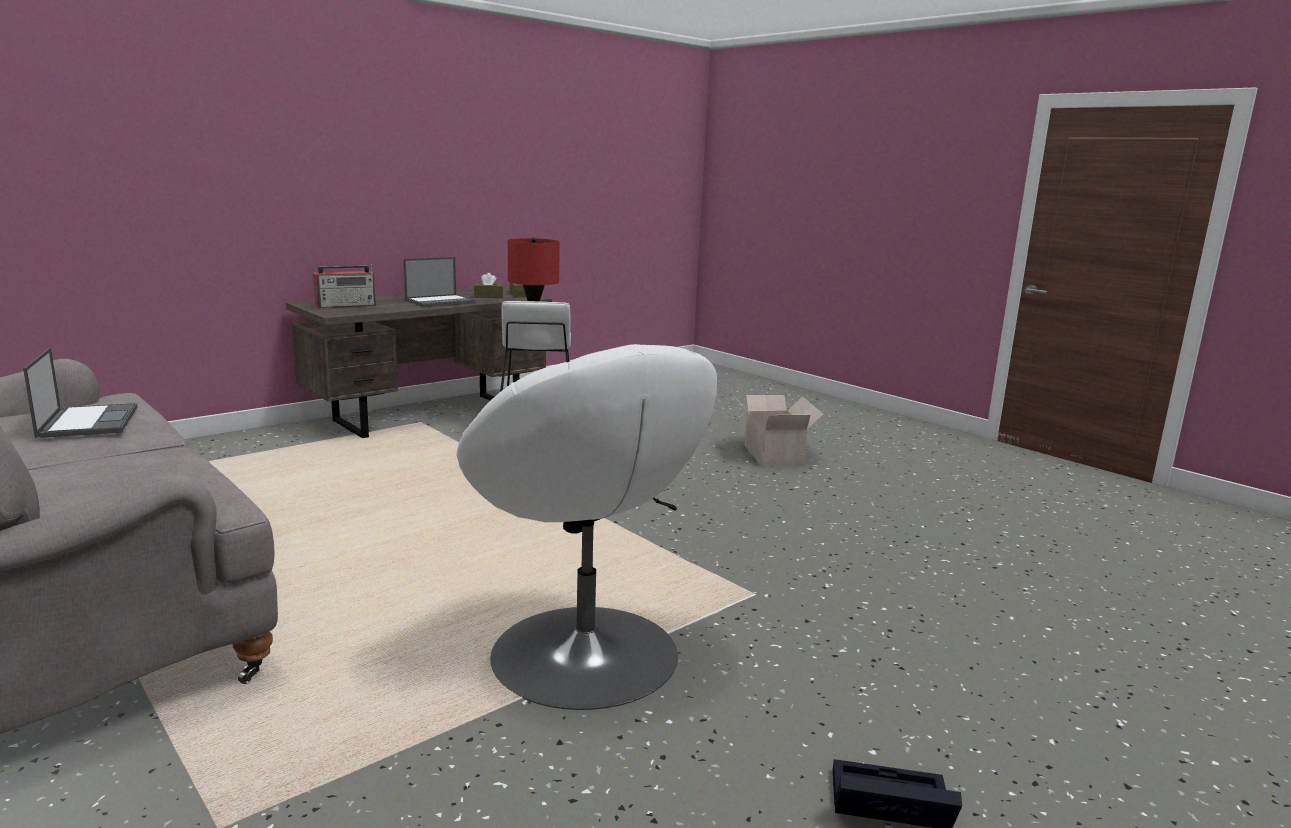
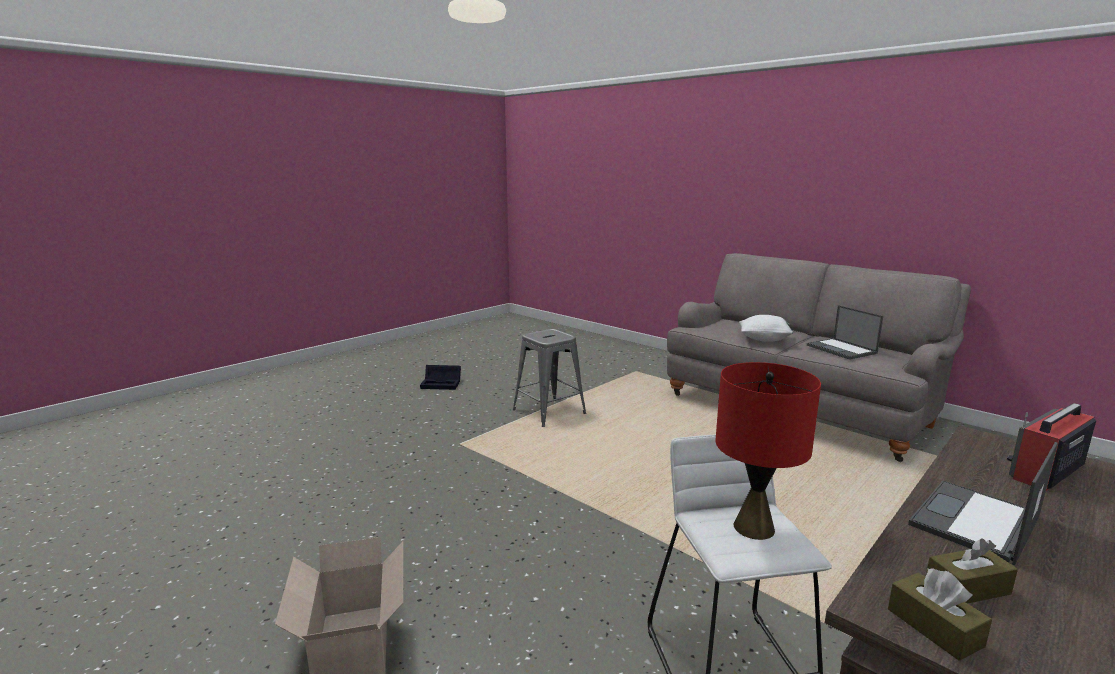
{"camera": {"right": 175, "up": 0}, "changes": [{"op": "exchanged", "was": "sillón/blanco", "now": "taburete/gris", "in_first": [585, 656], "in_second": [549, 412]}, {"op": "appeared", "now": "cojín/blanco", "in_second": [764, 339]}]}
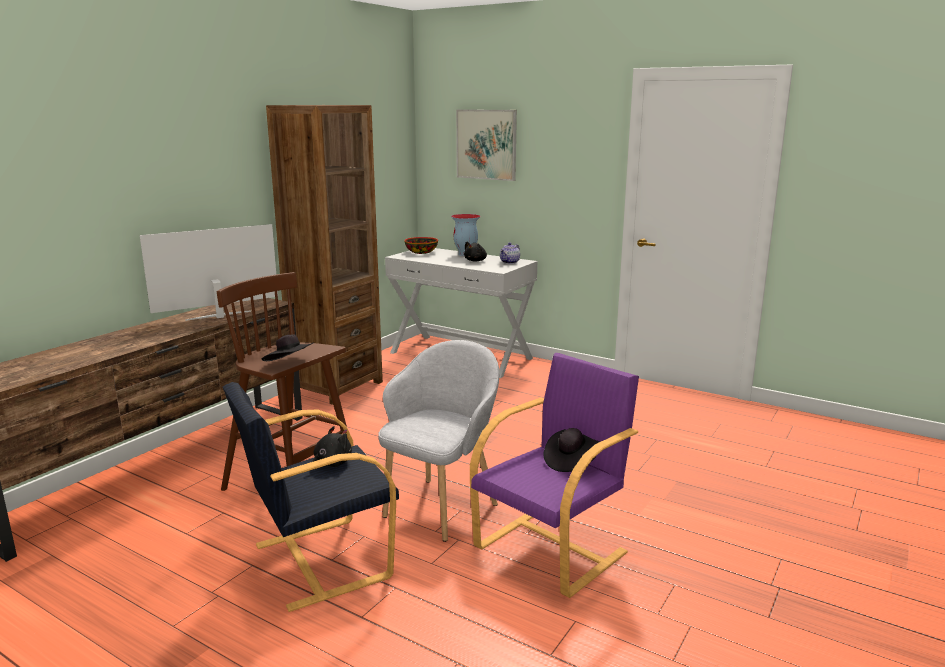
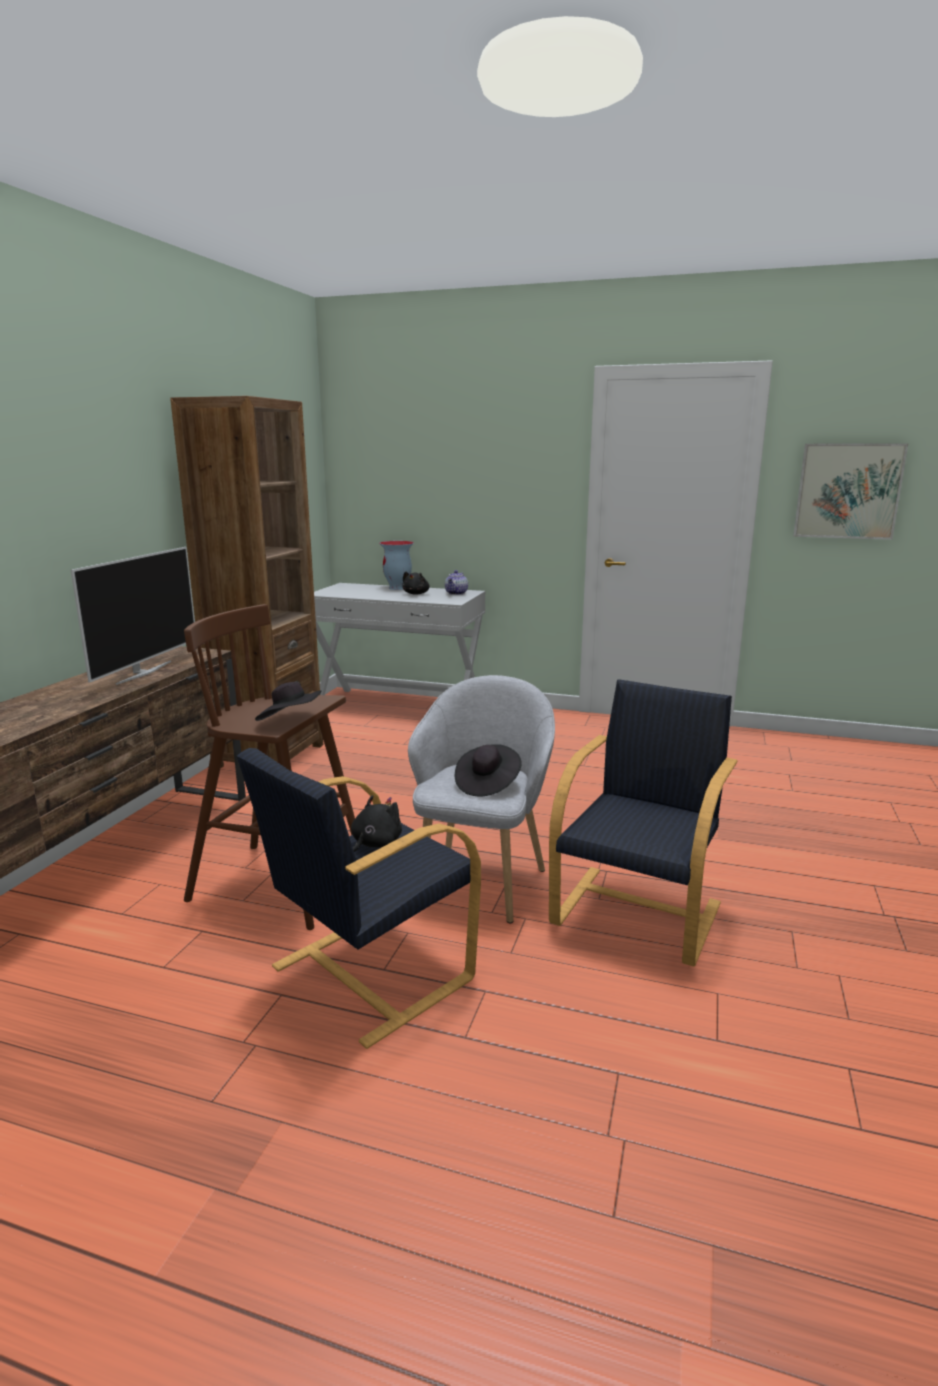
{"camera": {"right": -15, "up": 0}, "changes": [{"op": "spun", "was": "televisor", "in_first": [219, 316], "in_second": [143, 672], "clockwise": 150}, {"op": "missing", "was": "cuenco", "in_first": [421, 252]}, {"op": "relocated", "was": "cuadro", "in_first": [486, 144], "in_second": [848, 491]}, {"op": "colour", "was": "sillón/morado", "now": "sillón/negro", "in_first": [552, 549], "in_second": [638, 912]}, {"op": "relocated", "was": "sombrero/negro", "in_first": [571, 461], "in_second": [487, 784]}]}
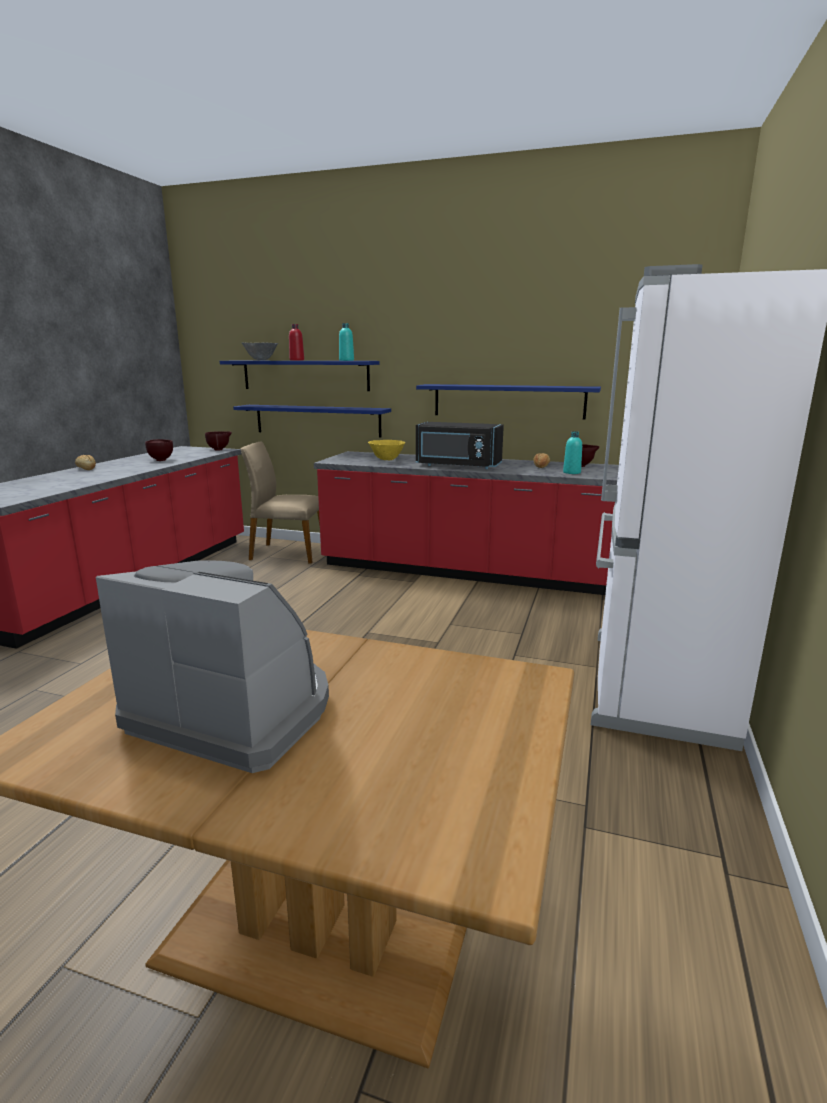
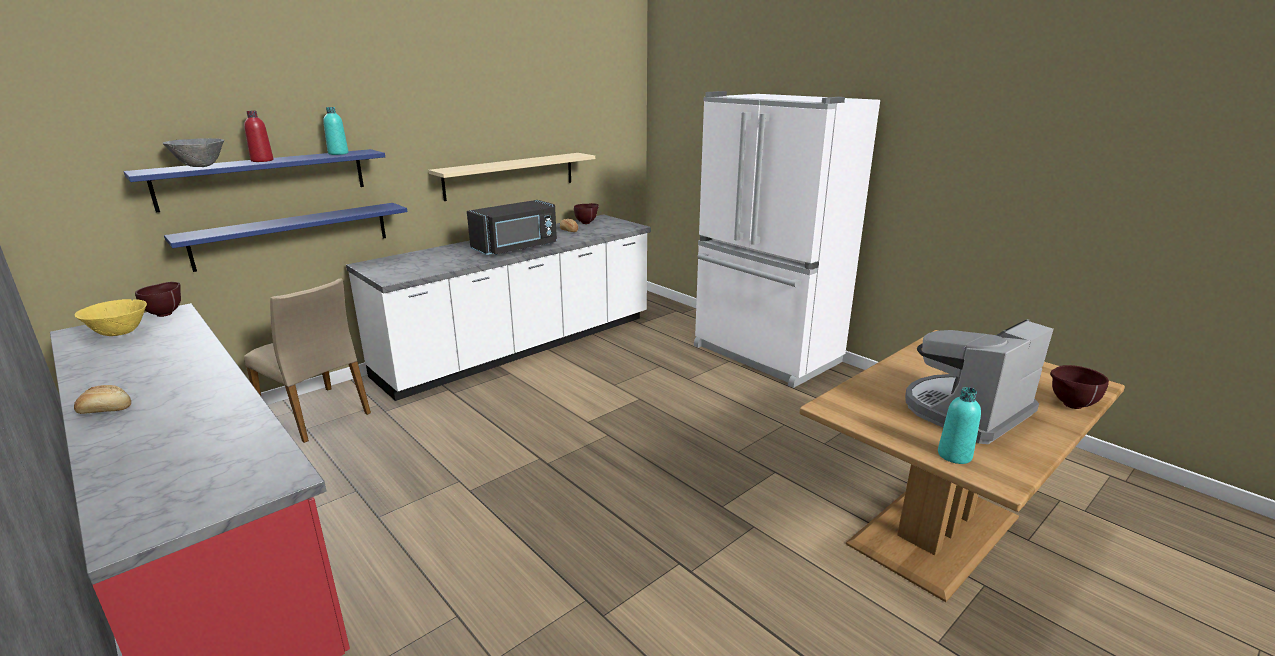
{"camera": {"right": -60, "up": 5}, "changes": [{"op": "relocated", "was": "cuenco/marrón", "in_first": [161, 460], "in_second": [1069, 405]}, {"op": "spun", "was": "silla/beis", "in_first": [287, 553], "in_second": [317, 414], "clockwise": -90}, {"op": "colour", "was": "mueble bajo de cocina/rojo", "now": "mueble bajo de cocina/blanco", "in_first": [465, 571], "in_second": [521, 346]}, {"op": "relocated", "was": "cuenco/amarillo", "in_first": [386, 460], "in_second": [119, 334]}, {"op": "colour", "was": "estante/azul", "now": "estante/beis", "in_first": [508, 401], "in_second": [510, 175]}, {"op": "relocated", "was": "botella/turquesa", "in_first": [571, 472], "in_second": [954, 455]}]}
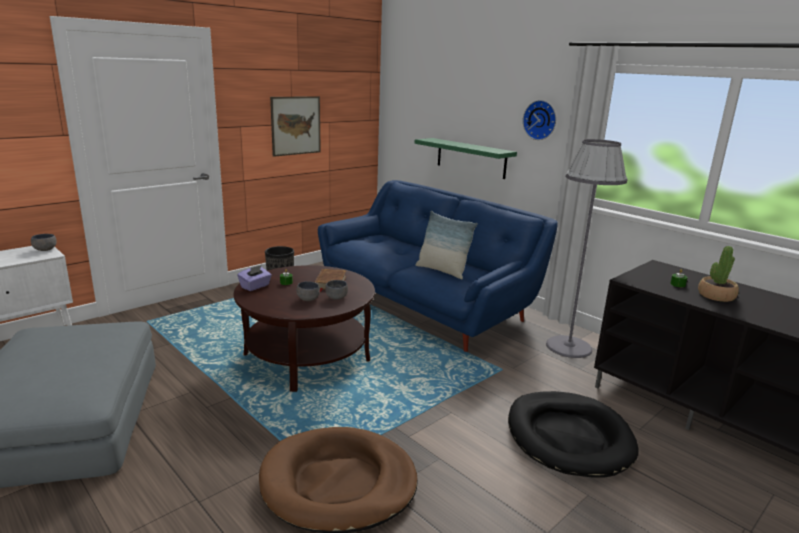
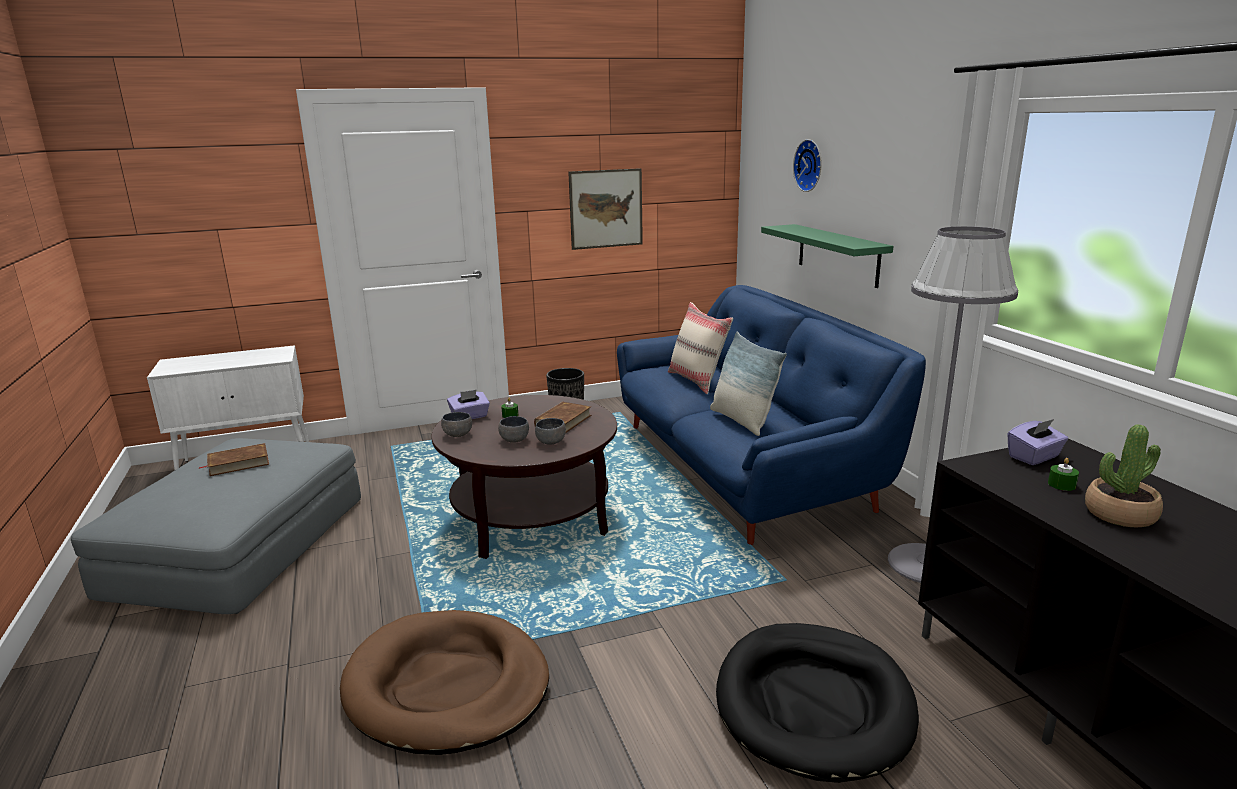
{"camera": {"right": 25, "up": 0}, "changes": [{"op": "relocated", "was": "cuenco/gris", "in_first": [46, 249], "in_second": [458, 434]}, {"op": "relocated", "was": "reloj de pared", "in_first": [541, 120], "in_second": [810, 165]}, {"op": "appeared", "now": "libro/marrón", "in_second": [238, 463]}, {"op": "appeared", "now": "cojín/beis", "in_second": [697, 381]}, {"op": "appeared", "now": "caja de pañuelos/morado", "in_second": [1034, 457]}]}
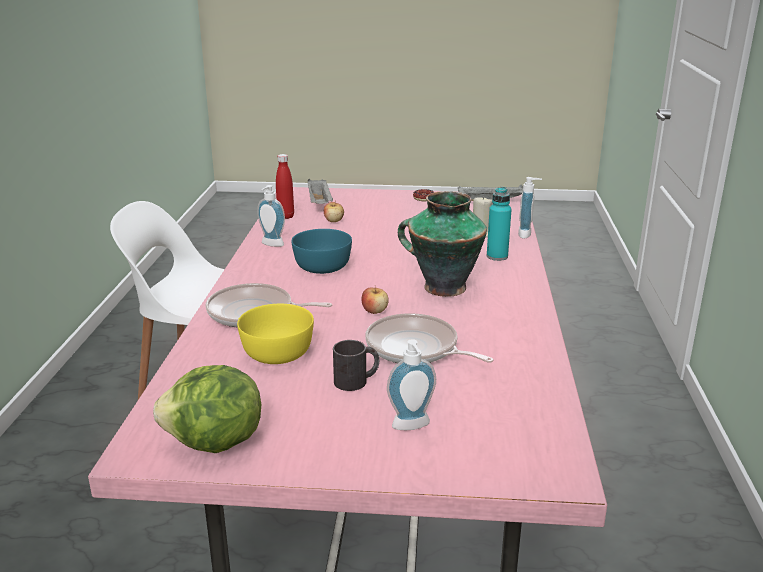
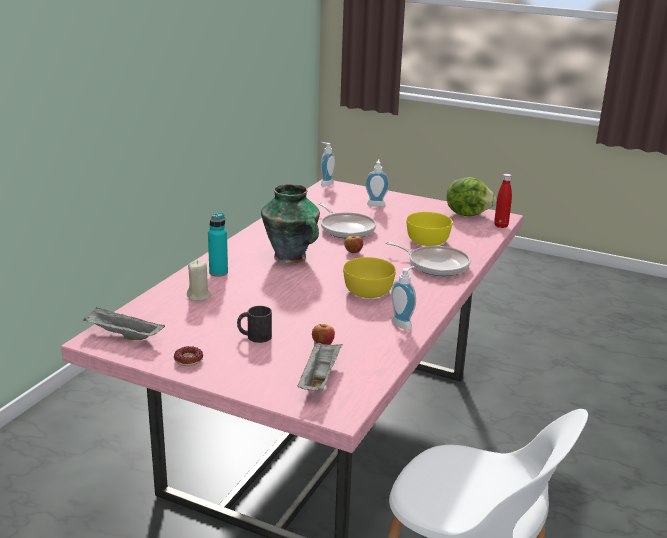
{"camera": {"right": -160, "up": 0}, "changes": [{"op": "relocated", "was": "botella/rojo", "in_first": [286, 216], "in_second": [501, 226]}, {"op": "colour", "was": "cuenco/turquesa", "now": "cuenco/amarillo", "in_first": [322, 266], "in_second": [367, 291]}, {"op": "relocated", "was": "taza grande/negro", "in_first": [357, 380], "in_second": [254, 336]}, {"op": "relocated", "was": "dispensador de jabón", "in_first": [527, 234], "in_second": [325, 183]}]}
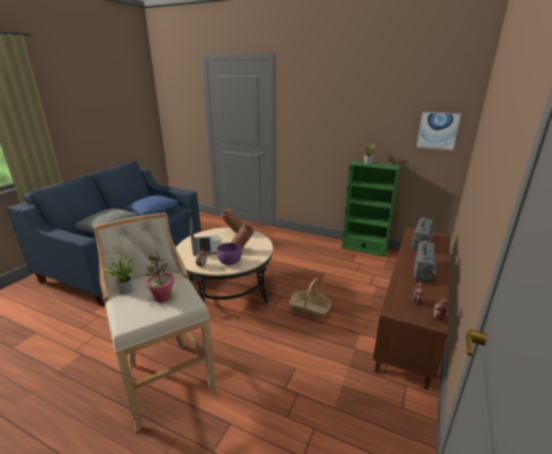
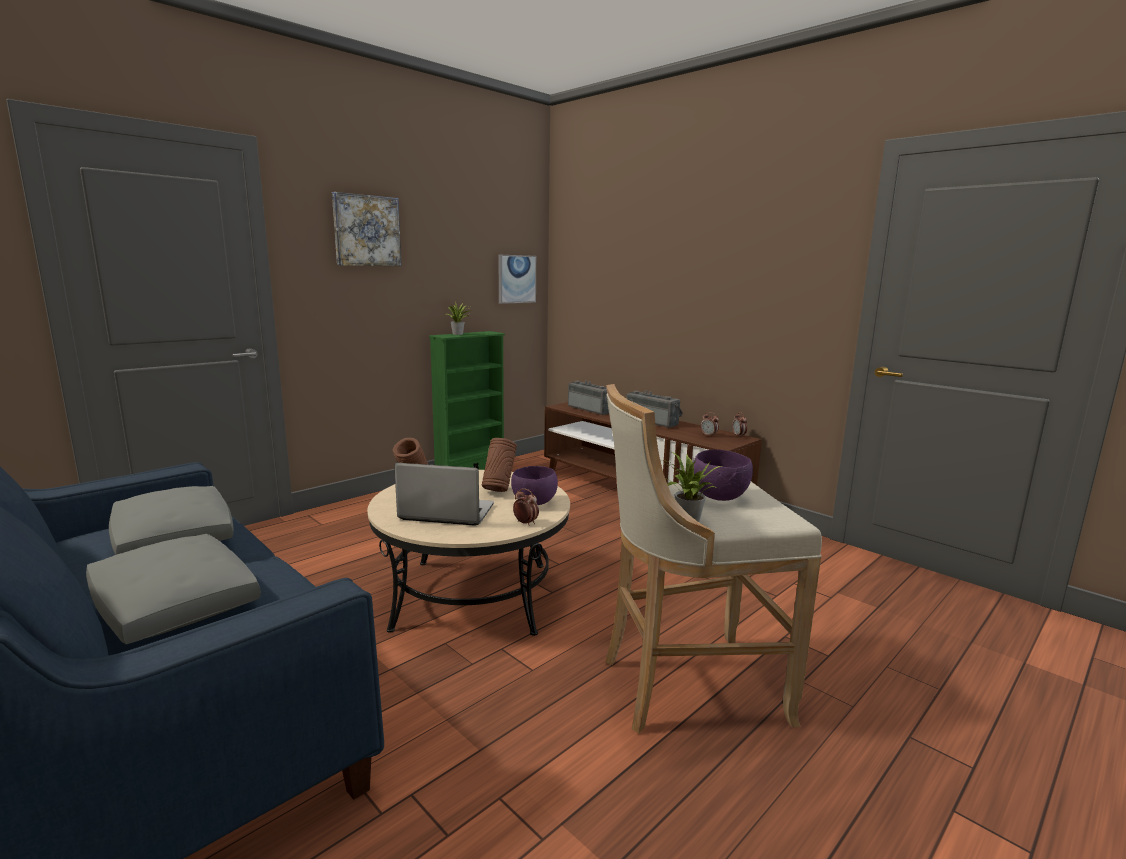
{"camera": {"right": -70, "up": -10}, "changes": [{"op": "colour", "was": "cojín/azul", "now": "cojín/gris", "in_first": [153, 212], "in_second": [174, 538]}, {"op": "exchanged", "was": "planta en maceta", "now": "cuenco/morado", "in_first": [162, 297], "in_second": [720, 497]}, {"op": "missing", "was": "cesta", "in_first": [309, 309]}, {"op": "appeared", "now": "cuadro", "in_second": [366, 231]}]}
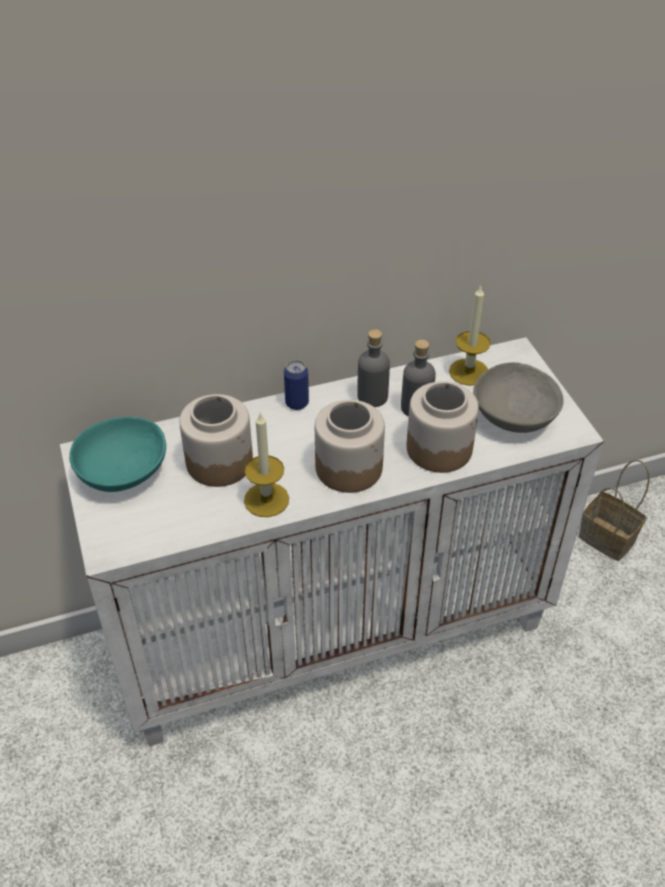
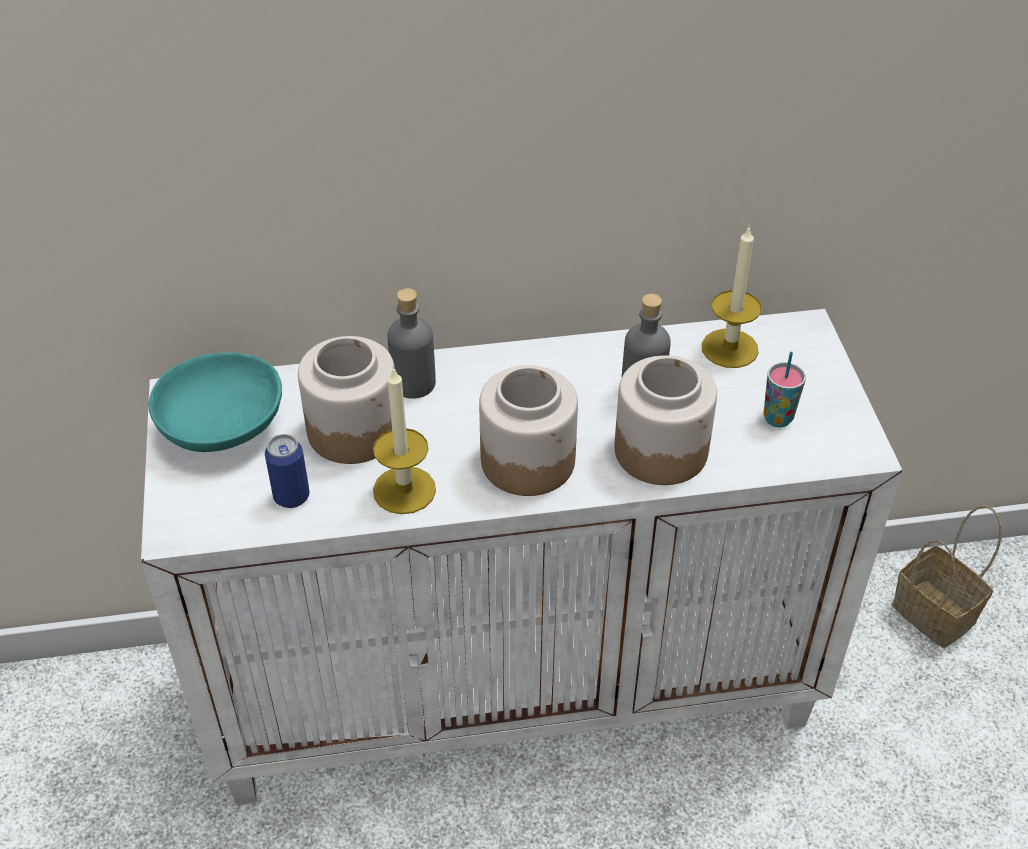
{"camera": {"right": 10, "up": 0}, "changes": [{"op": "relocated", "was": "lata", "in_first": [297, 403], "in_second": [291, 497]}, {"op": "relocated", "was": "botella/gris", "in_first": [372, 397], "in_second": [413, 383]}, {"op": "exchanged", "was": "cuenco/gris", "now": "taza", "in_first": [513, 416], "in_second": [777, 418]}]}
